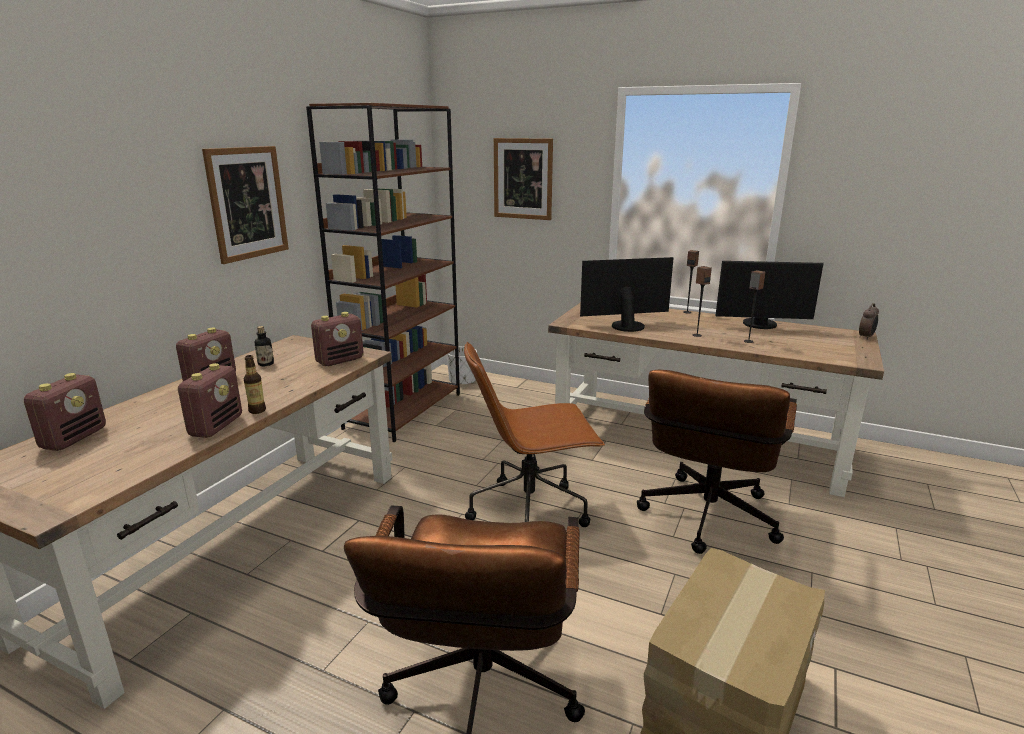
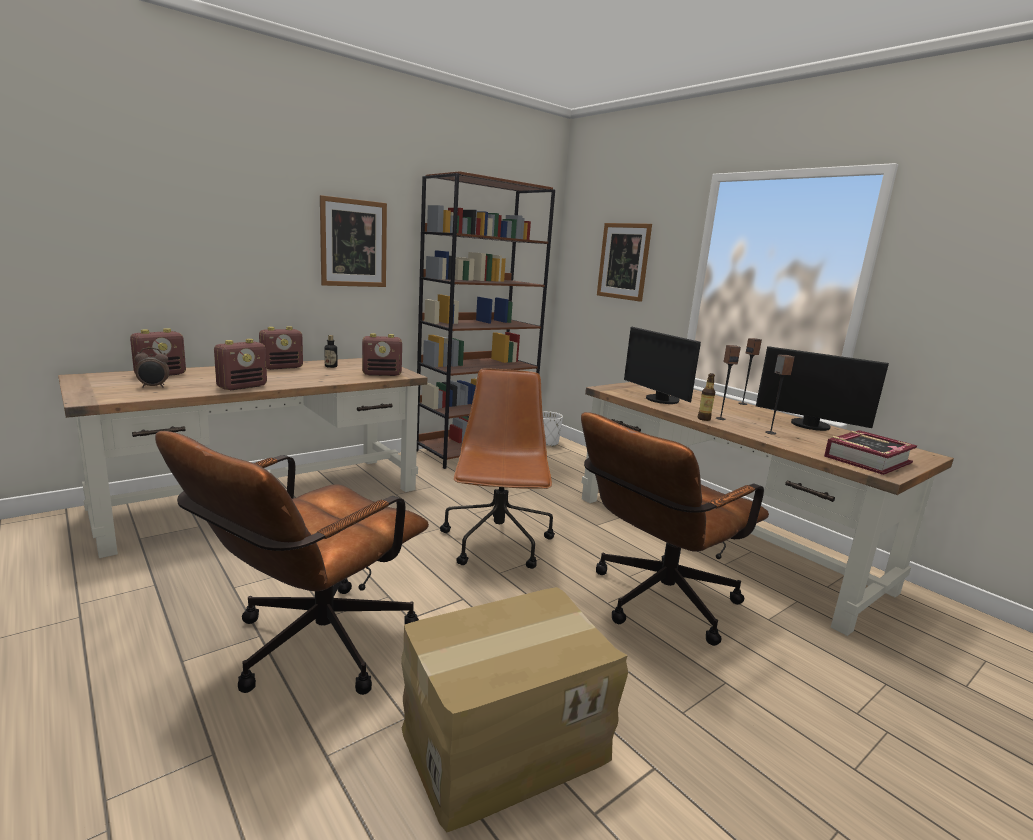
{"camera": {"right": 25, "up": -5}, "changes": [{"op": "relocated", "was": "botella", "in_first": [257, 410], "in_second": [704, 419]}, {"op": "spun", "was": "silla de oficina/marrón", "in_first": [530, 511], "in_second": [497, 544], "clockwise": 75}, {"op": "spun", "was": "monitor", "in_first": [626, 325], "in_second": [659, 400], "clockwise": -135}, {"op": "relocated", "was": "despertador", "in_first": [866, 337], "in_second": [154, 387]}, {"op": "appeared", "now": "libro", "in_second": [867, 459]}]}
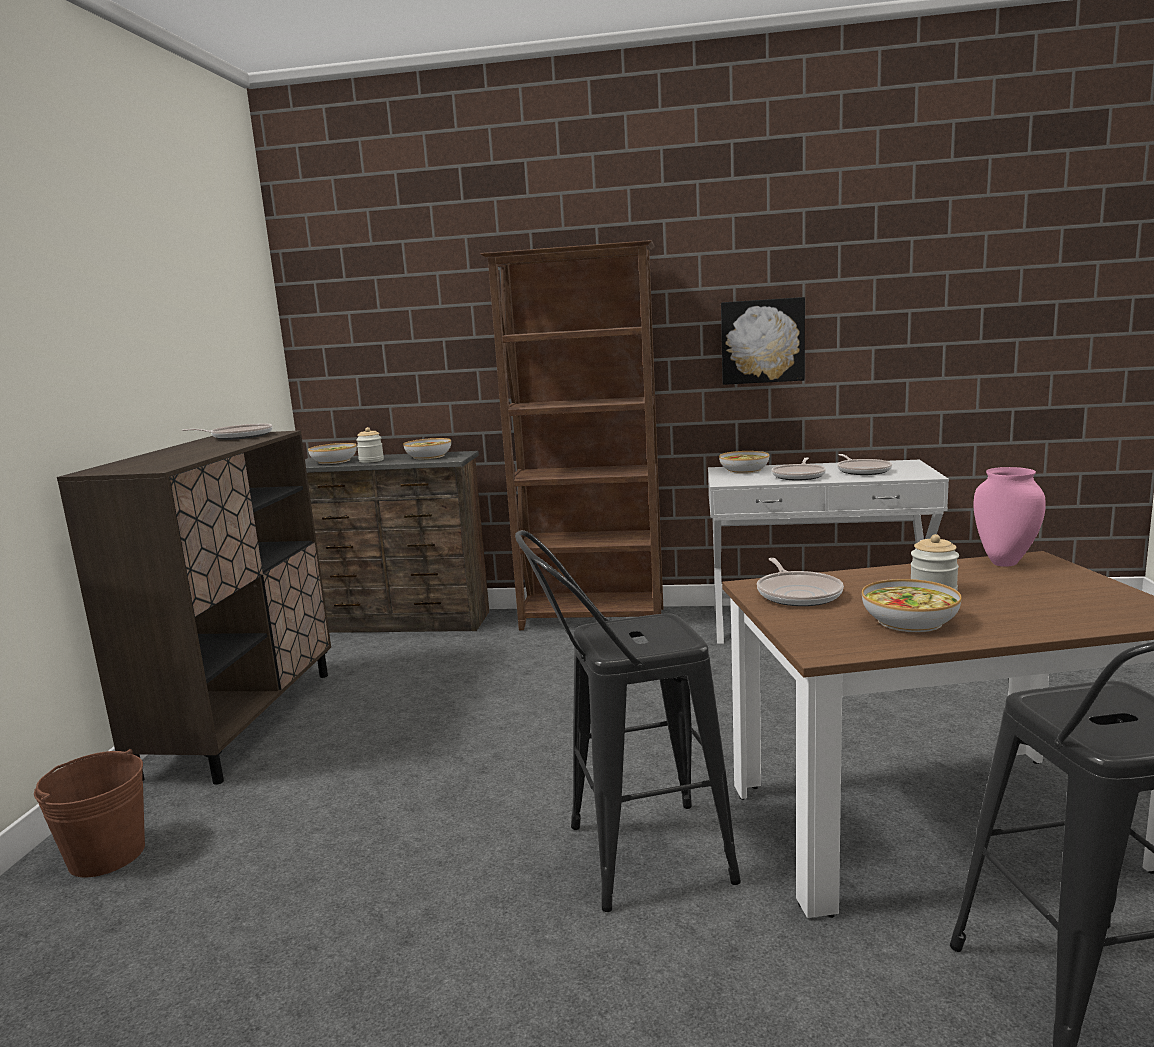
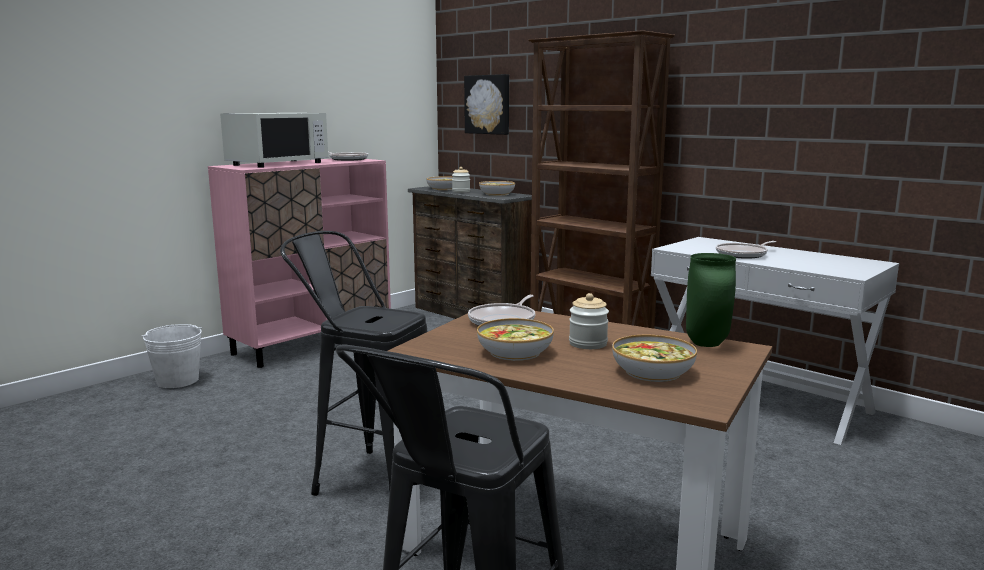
{"camera": {"right": 35, "up": 0}, "changes": [{"op": "colour", "was": "cubo/marrón", "now": "cubo/blanco", "in_first": [107, 855], "in_second": [177, 381]}, {"op": "colour", "was": "armario/marrón", "now": "armario/rosa", "in_first": [242, 721], "in_second": [312, 342]}, {"op": "relocated", "was": "cuenco", "in_first": [744, 470], "in_second": [653, 371]}, {"op": "relocated", "was": "cuadro", "in_first": [762, 341], "in_second": [488, 104]}, {"op": "missing", "was": "sartén", "in_first": [862, 471]}, {"op": "colour", "was": "florero/rosa", "now": "florero/verde", "in_first": [1005, 563], "in_second": [708, 344]}, {"op": "appeared", "now": "microondas/blanco", "in_second": [277, 164]}]}
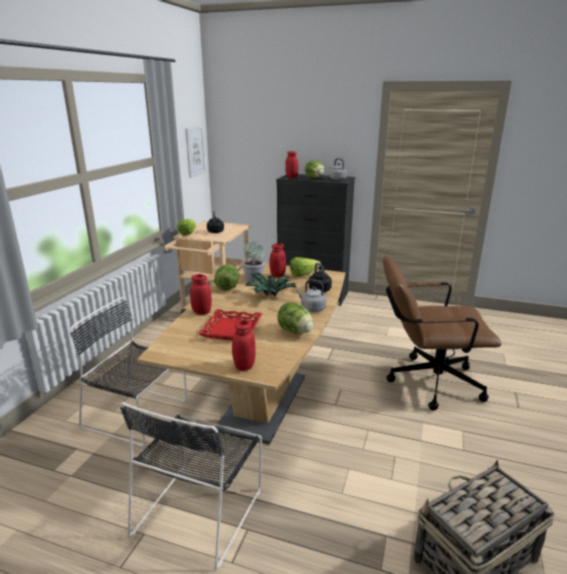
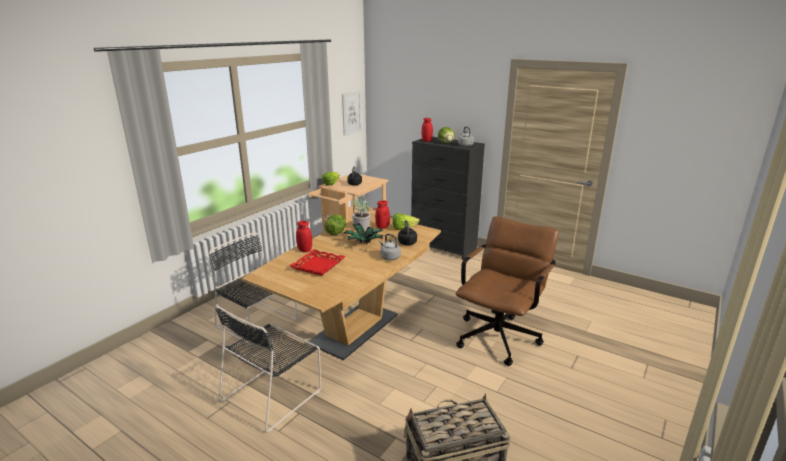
{"camera": {"right": 15, "up": 0}, "changes": [{"op": "missing", "was": "tarro/rojo", "in_first": [244, 366]}, {"op": "missing", "was": "lechuga", "in_first": [295, 331]}, {"op": "spun", "was": "silla de oficina/marrón", "in_first": [426, 382], "in_second": [500, 334], "clockwise": 105}]}
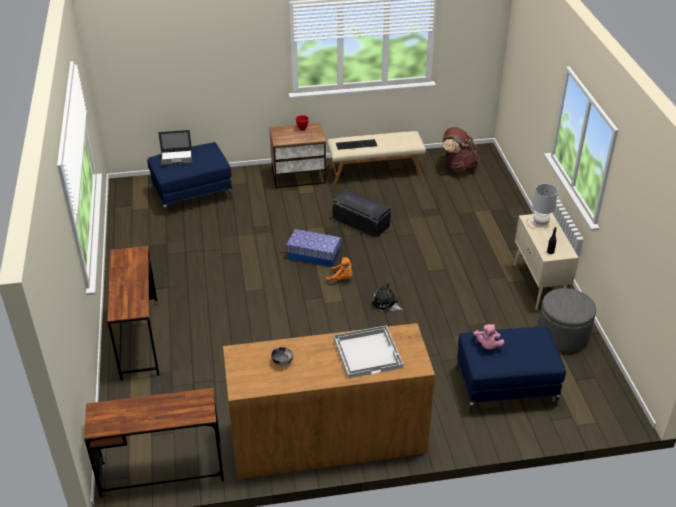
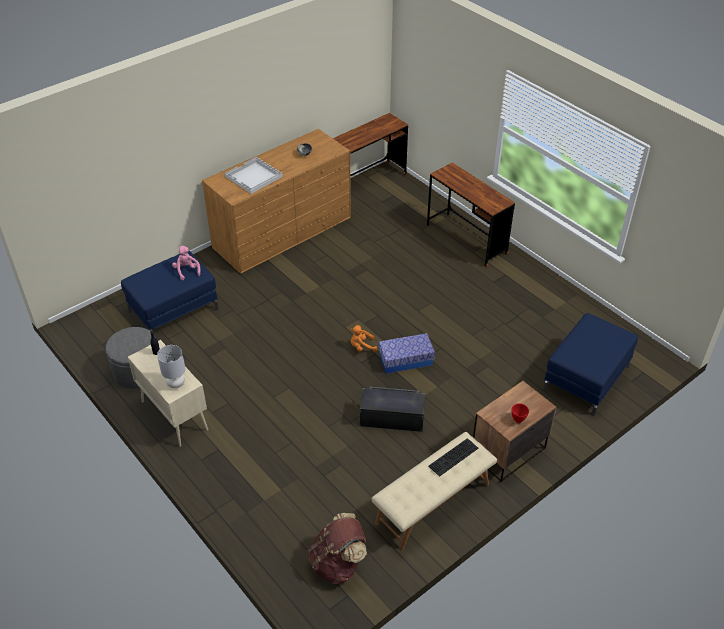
{"camera": {"right": 150, "up": 5}, "changes": [{"op": "missing", "was": "portátil", "in_first": [177, 158]}, {"op": "missing", "was": "peluche", "in_first": [386, 304]}]}
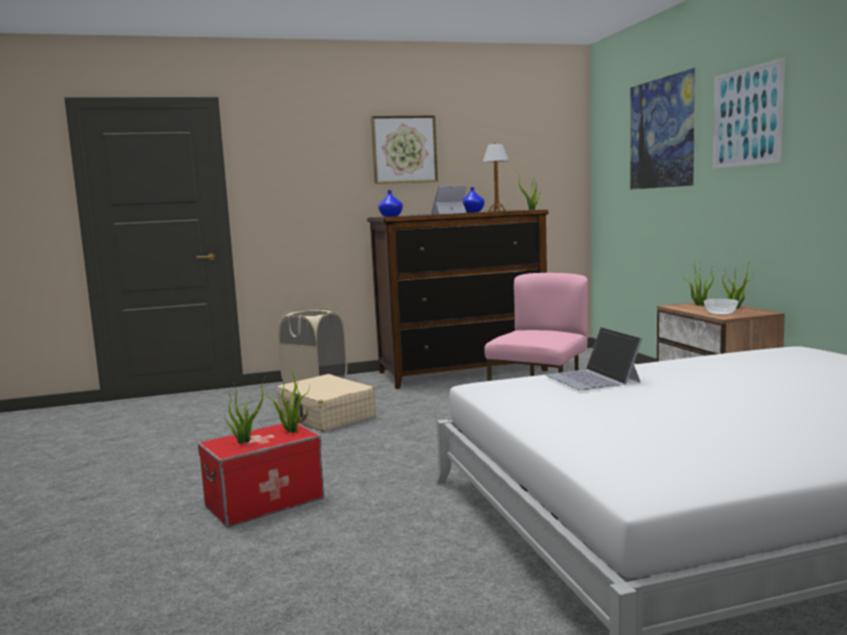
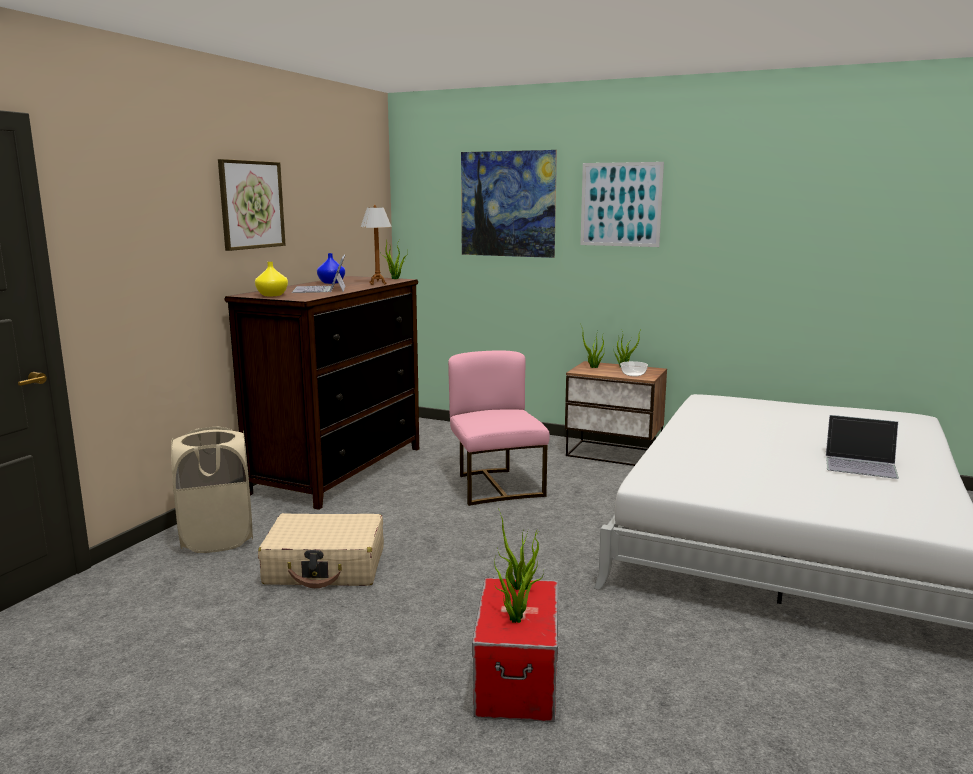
{"camera": {"right": -50, "up": 5}, "changes": [{"op": "colour", "was": "florero/azul", "now": "florero/amarillo", "in_first": [391, 216], "in_second": [272, 295]}, {"op": "relocated", "was": "portátil", "in_first": [593, 378], "in_second": [861, 464]}]}
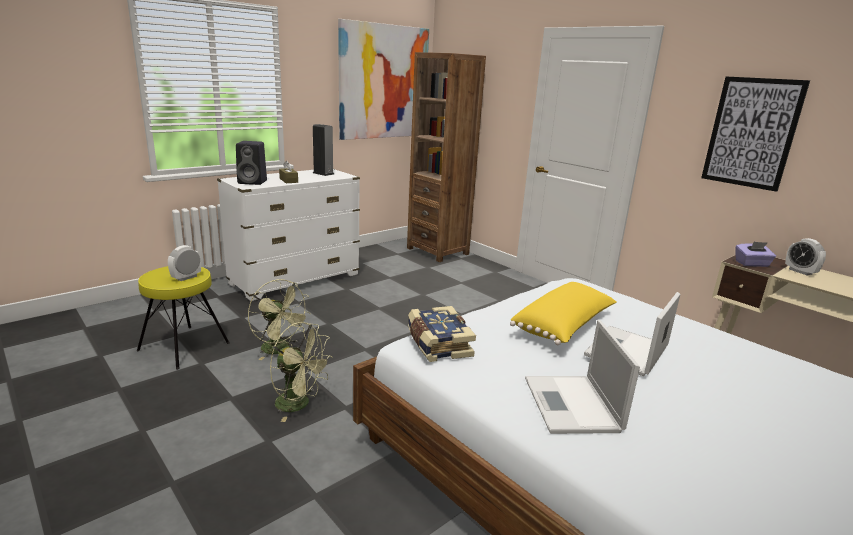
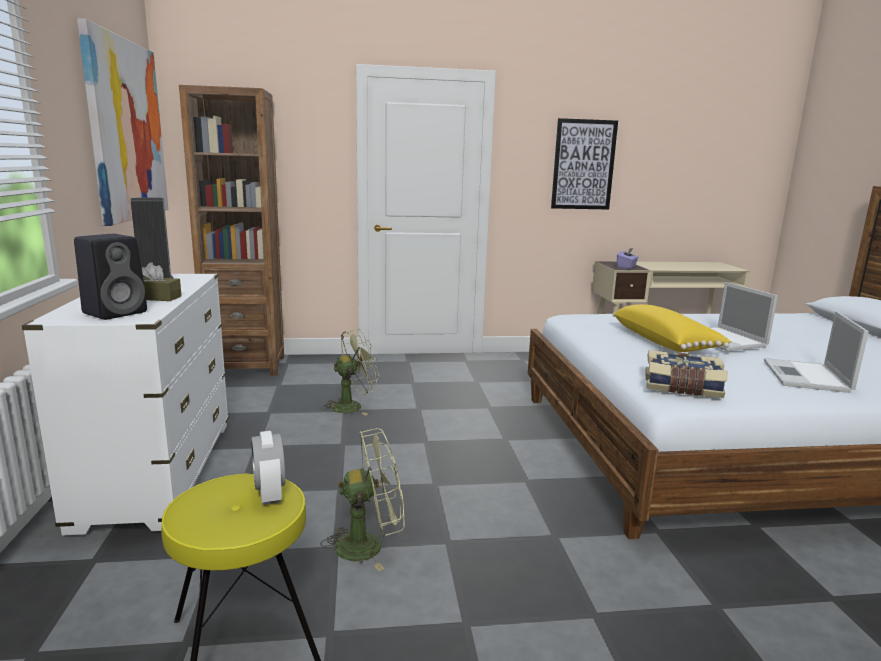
{"camera": {"right": -55, "up": -5}, "changes": [{"op": "relocated", "was": "ventilador/verde", "in_first": [299, 404], "in_second": [352, 406]}, {"op": "spun", "was": "portátil", "in_first": [572, 405], "in_second": [807, 377], "clockwise": 75}, {"op": "missing", "was": "despertador", "in_first": [800, 271]}]}
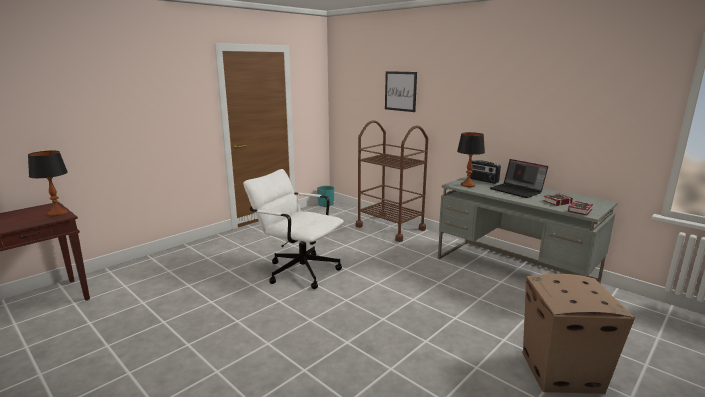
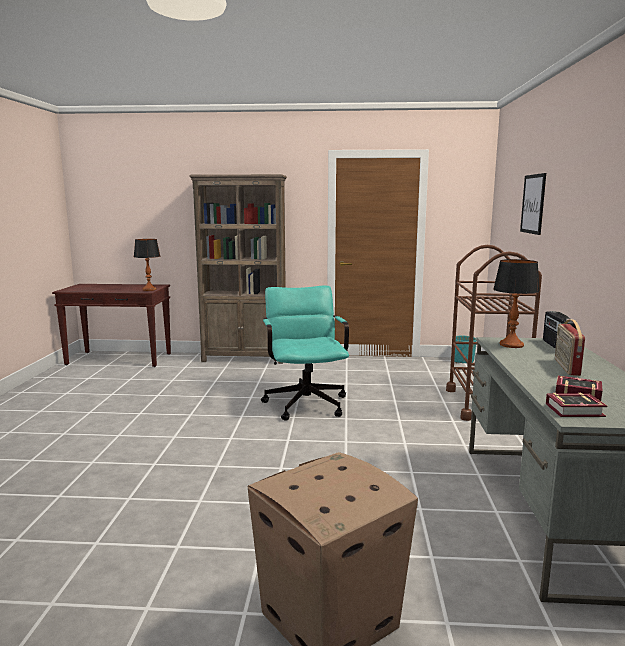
{"camera": {"right": 50, "up": -5}, "changes": [{"op": "colour", "was": "silla de oficina/blanco", "now": "silla de oficina/turquesa", "in_first": [297, 270], "in_second": [305, 402]}, {"op": "exchanged", "was": "portátil", "now": "radio", "in_first": [517, 190], "in_second": [566, 367]}, {"op": "appeared", "now": "estantería/marrón", "in_second": [245, 358]}]}
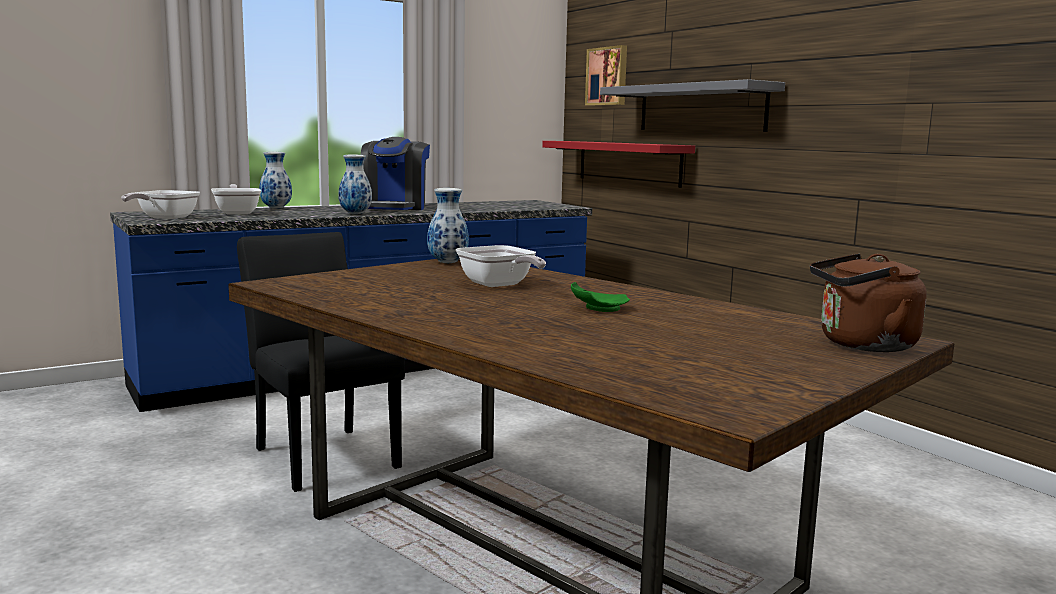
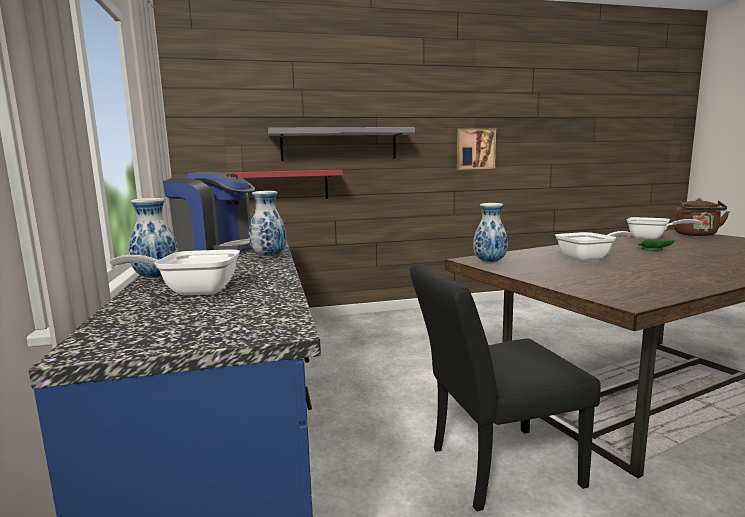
{"camera": {"right": -70, "up": 0}, "changes": [{"op": "relocated", "was": "sartén", "in_first": [164, 218], "in_second": [652, 238]}, {"op": "relocated", "was": "cuadro", "in_first": [608, 76], "in_second": [475, 149]}]}
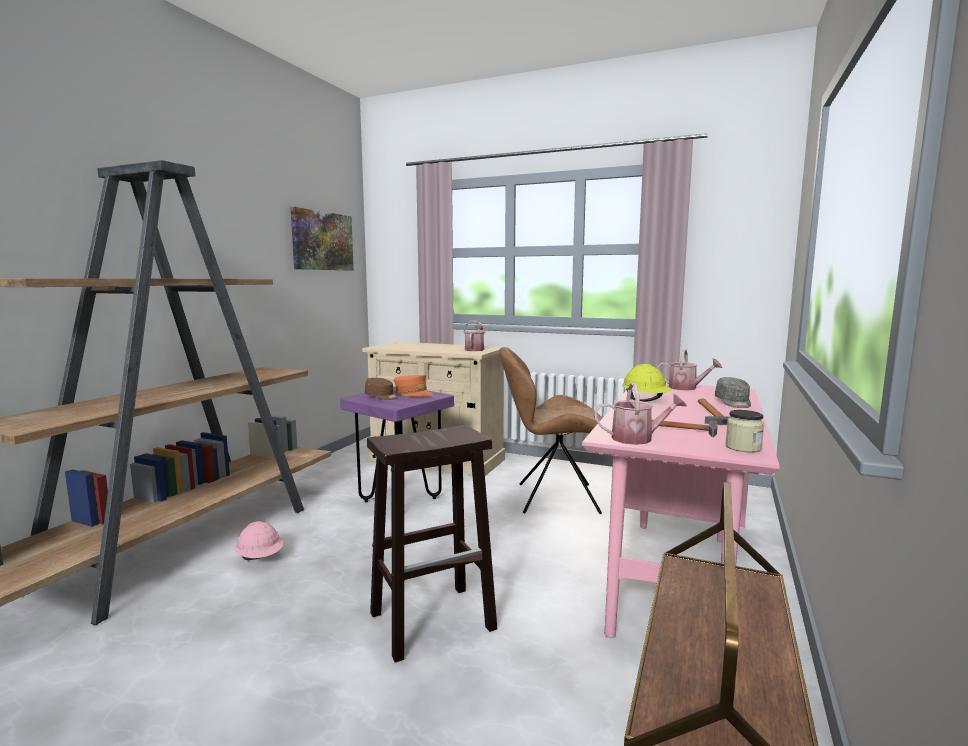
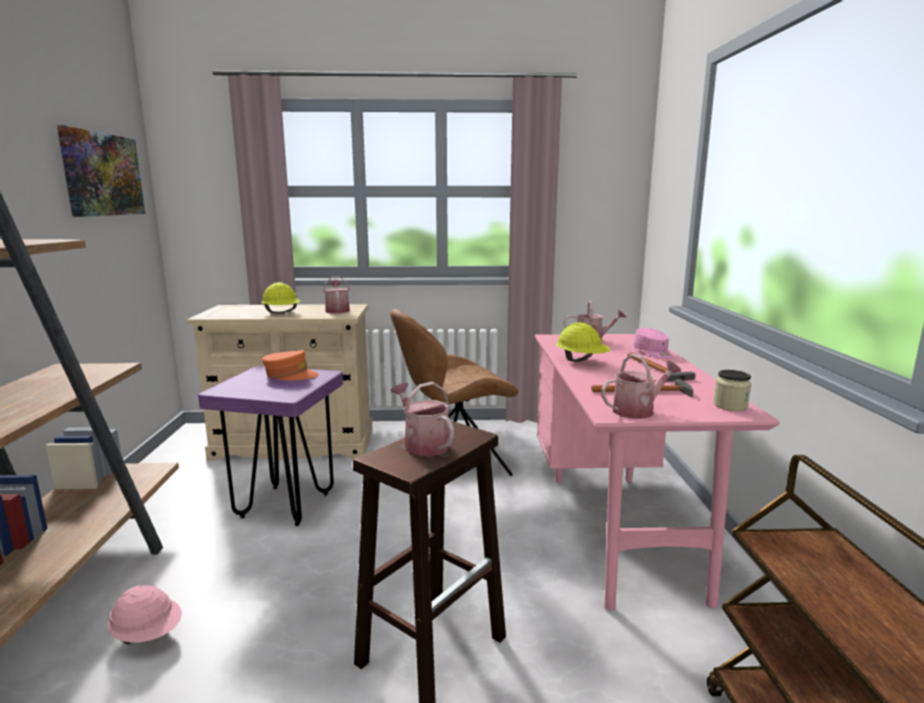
{"camera": {"right": -25, "up": 5}, "changes": [{"op": "missing", "was": "gorra/marrón", "in_first": [382, 397]}, {"op": "colour", "was": "gorra/gris", "now": "gorra/rosa", "in_first": [733, 402], "in_second": [653, 353]}, {"op": "appeared", "now": "casco/amarillo", "in_second": [282, 313]}, {"op": "appeared", "now": "regadera", "in_second": [423, 443]}]}
